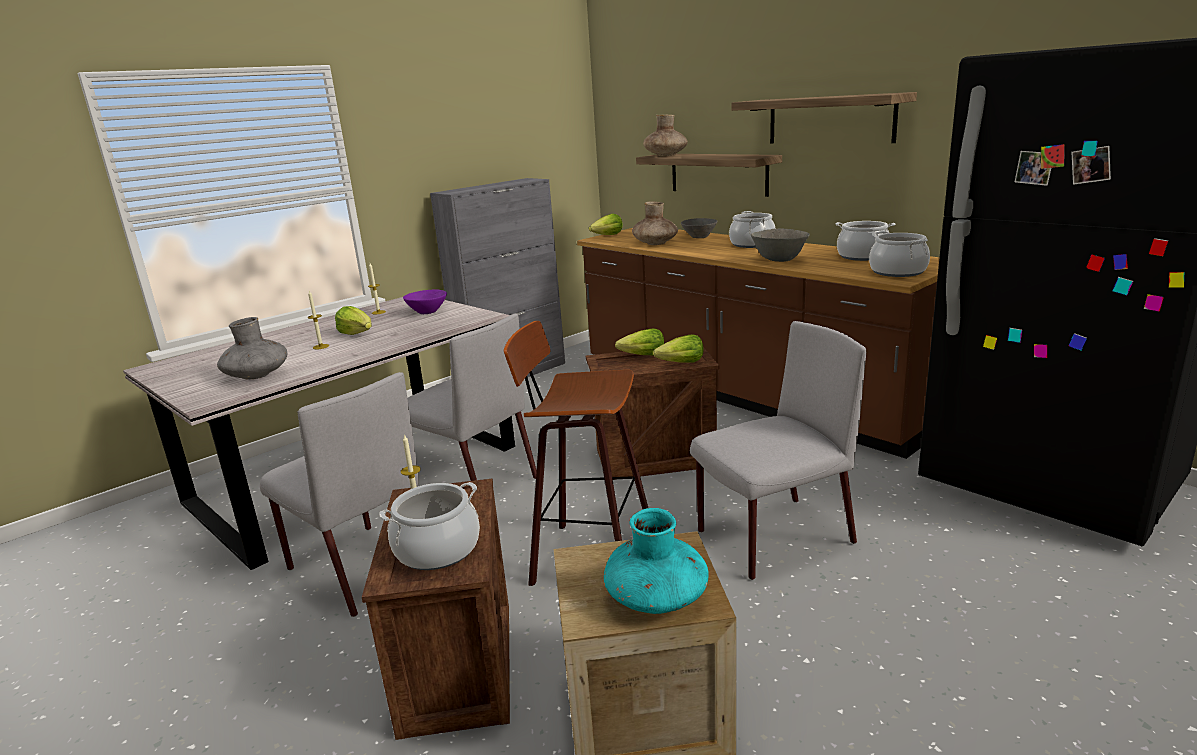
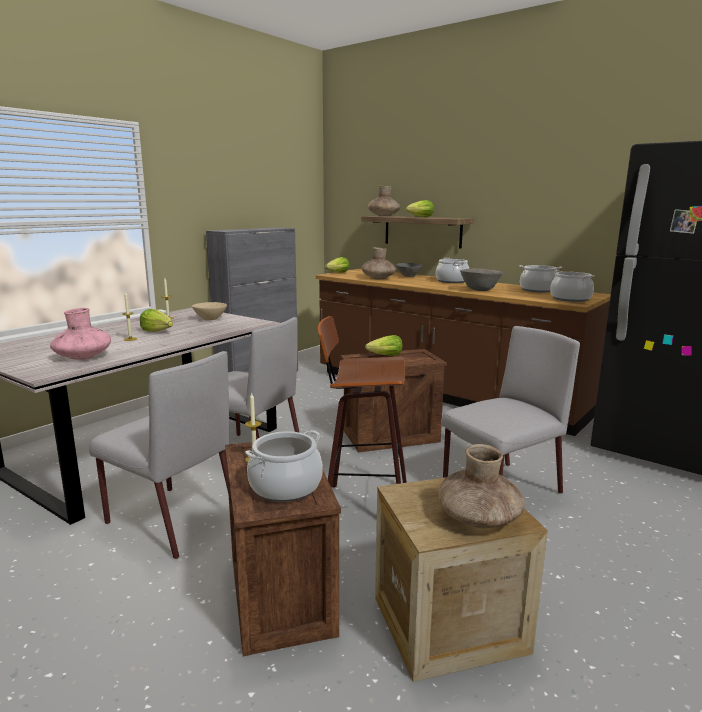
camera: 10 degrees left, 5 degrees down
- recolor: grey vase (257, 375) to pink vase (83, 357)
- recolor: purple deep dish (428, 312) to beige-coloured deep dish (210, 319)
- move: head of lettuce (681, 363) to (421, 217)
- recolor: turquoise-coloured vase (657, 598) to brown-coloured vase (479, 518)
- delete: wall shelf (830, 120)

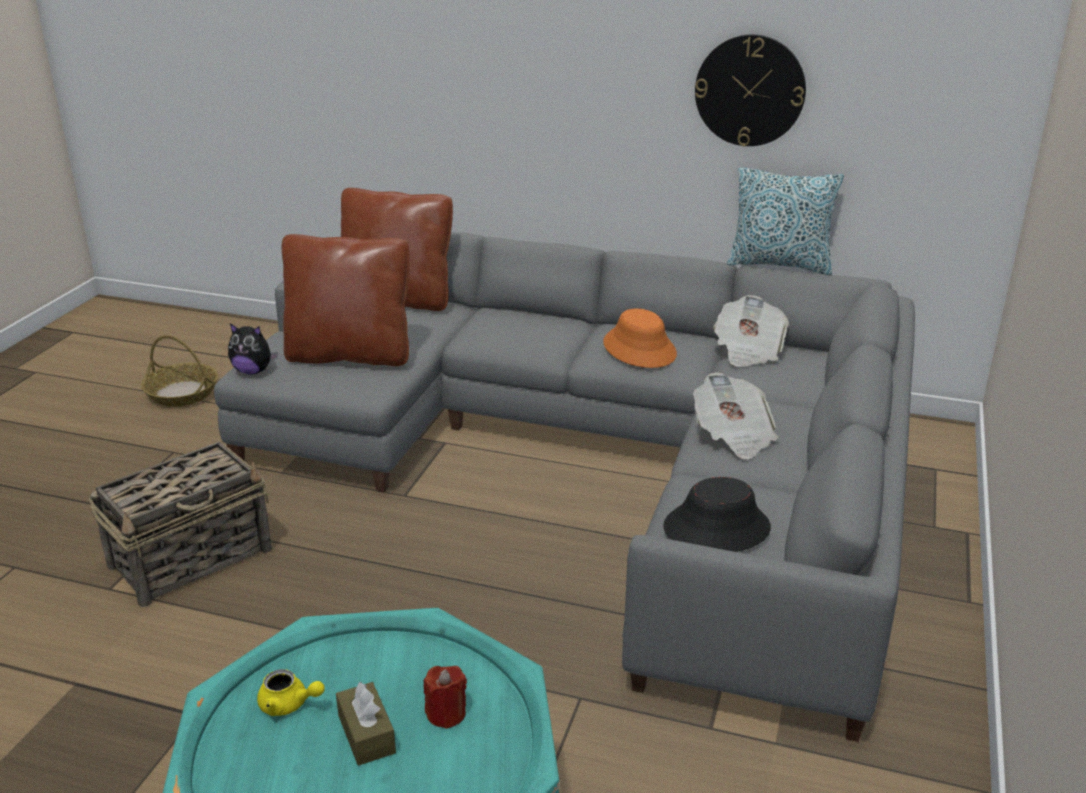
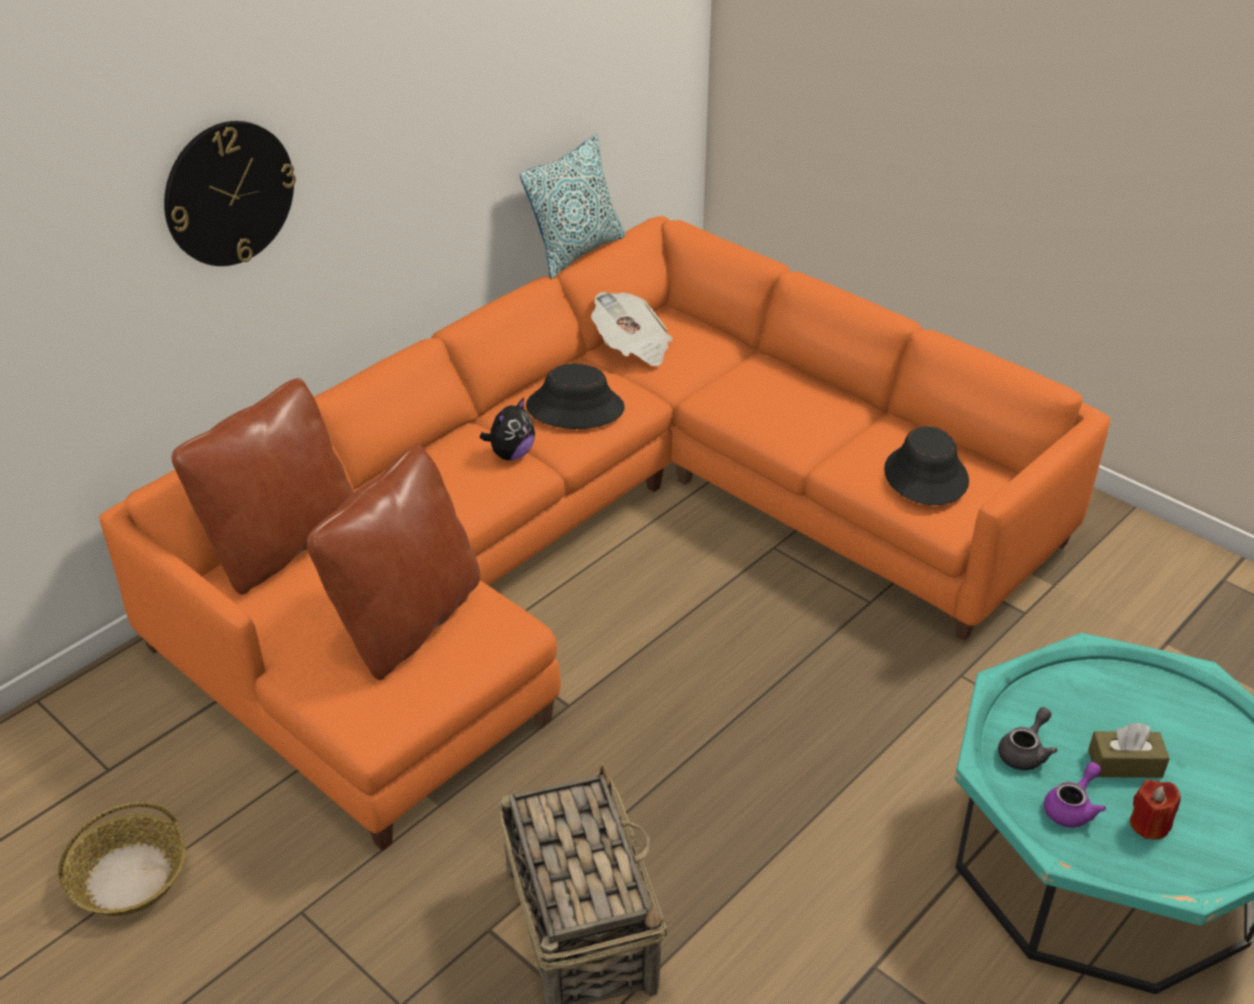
camera: 65 degrees left, 10 degrees up
- recolor: grey settee (601, 460) to orange-coloured settee (602, 537)
- move: wall clock (750, 90) to (229, 193)
- move: plush toy (253, 371) to (511, 454)
- recolor: orange-coloured wearable hat (640, 349) to blackish wearable hat (575, 407)
- insert: grey tea pot (1025, 752)
- recolor: yellow-coloured tea pot (289, 705) to purple tea pot (1072, 808)
- move: reddish wax candle (446, 713) to (1149, 824)
- delete: daily paper (733, 436)

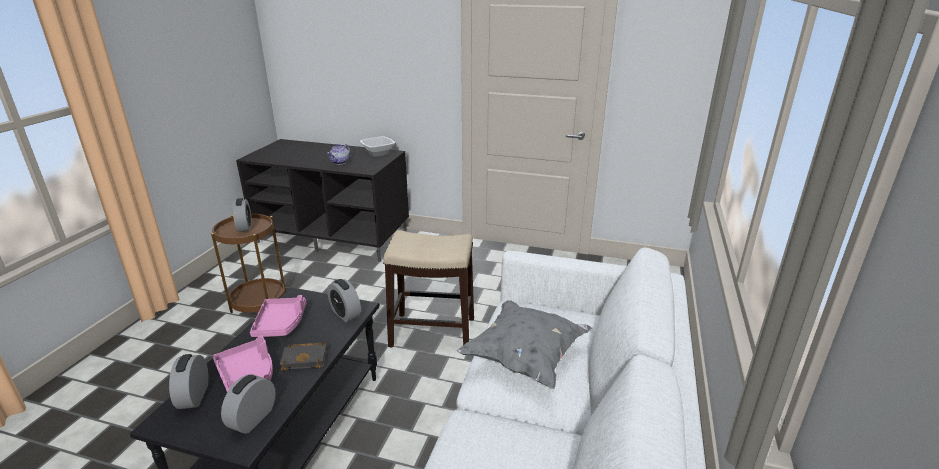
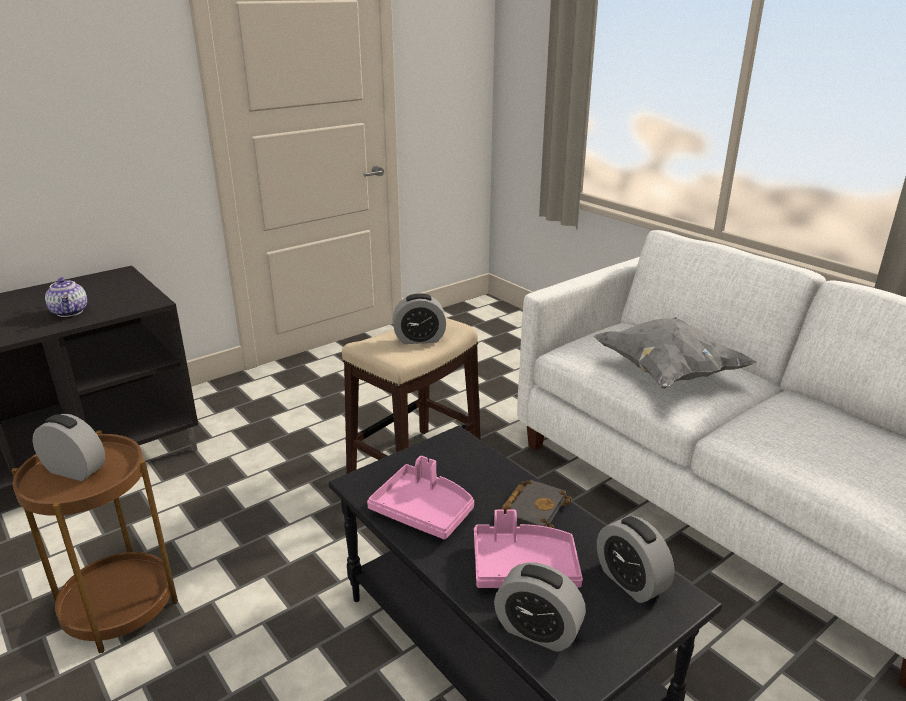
camera: 55 degrees left, 0 degrees up
- move: bedside clock (345, 314) to (419, 339)
- delete: deep dish (378, 153)

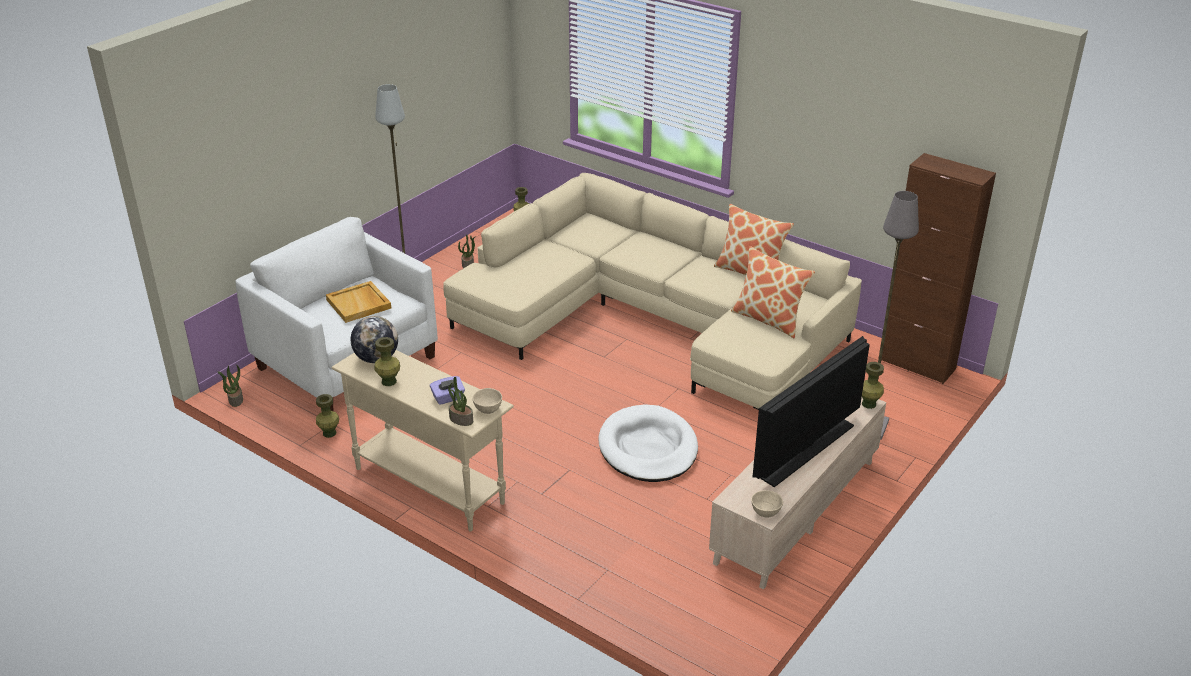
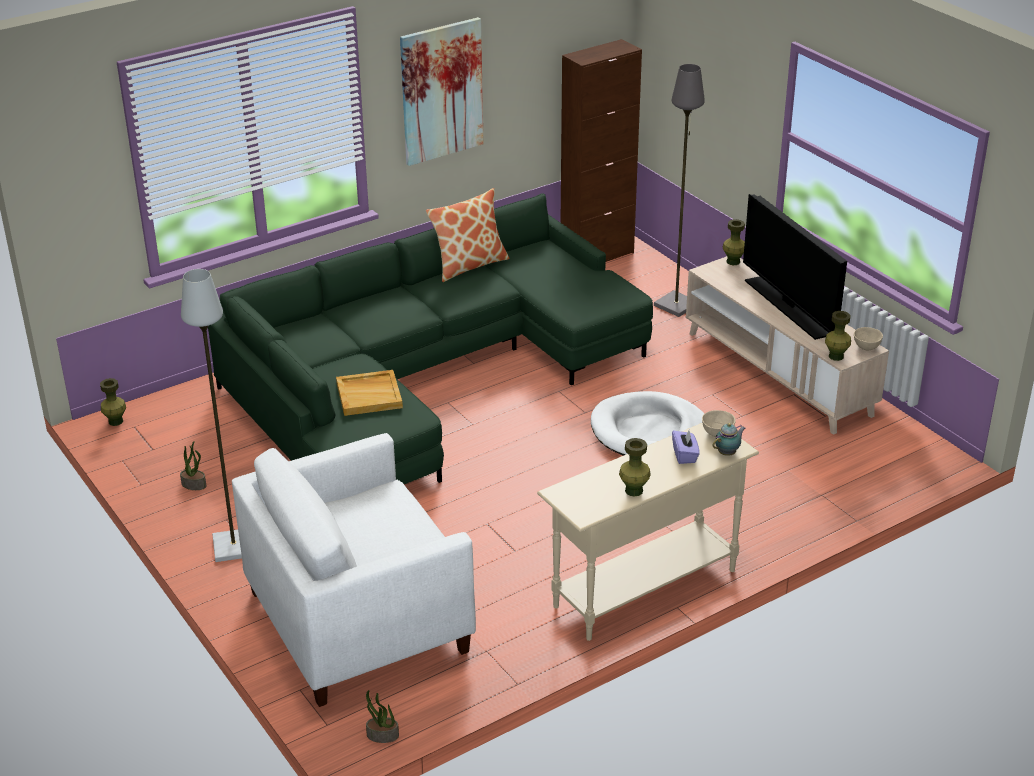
camera: 70 degrees left, 0 degrees up
- recolor: beige-coloured settee (653, 321) to green settee (424, 377)
- move: beige-coloured tray (359, 304) to (369, 395)
- insert: wall picture (441, 91)
- replace: plant in a pot (460, 419) to tea pot (728, 453)
- move: green vase (329, 433) to (836, 356)
- delete: desk globe (376, 359)
- delete: cushion (769, 319)

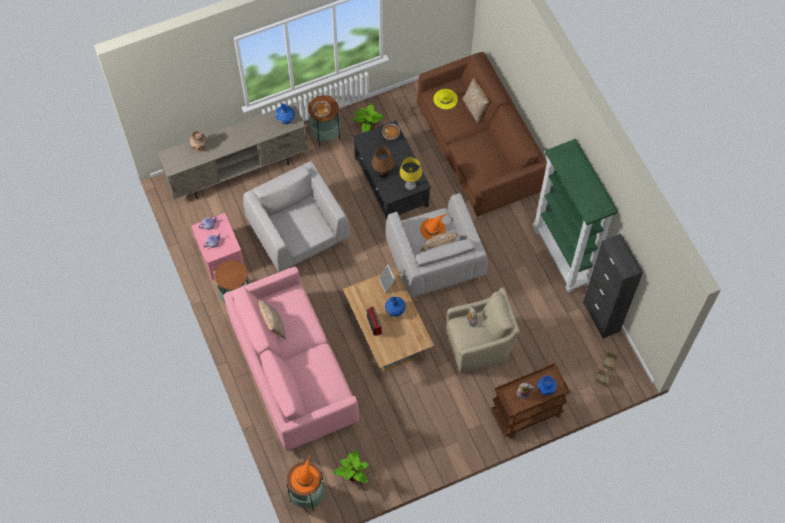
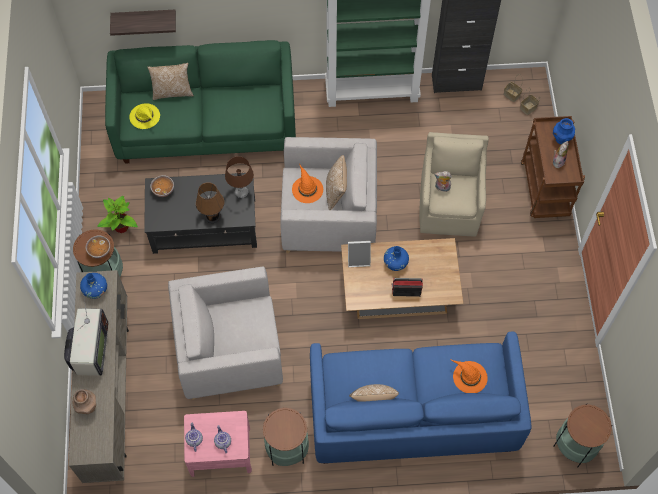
camera: 70 degrees left, 0 degrees up
- insert: TV (90, 350)
- recolor: brown-coloured settee (478, 151) to green settee (206, 124)
- insert: wall shelf (144, 18)
- recolor: yellow-coloured lamp for a table (410, 185) to brown-coloured lamp for a table (241, 192)
- recolor: pink settee (293, 371) to blue settee (412, 413)
- move: orange-coloured wearable hat (305, 478) to (469, 377)
- delete: plant in a pot (353, 475)

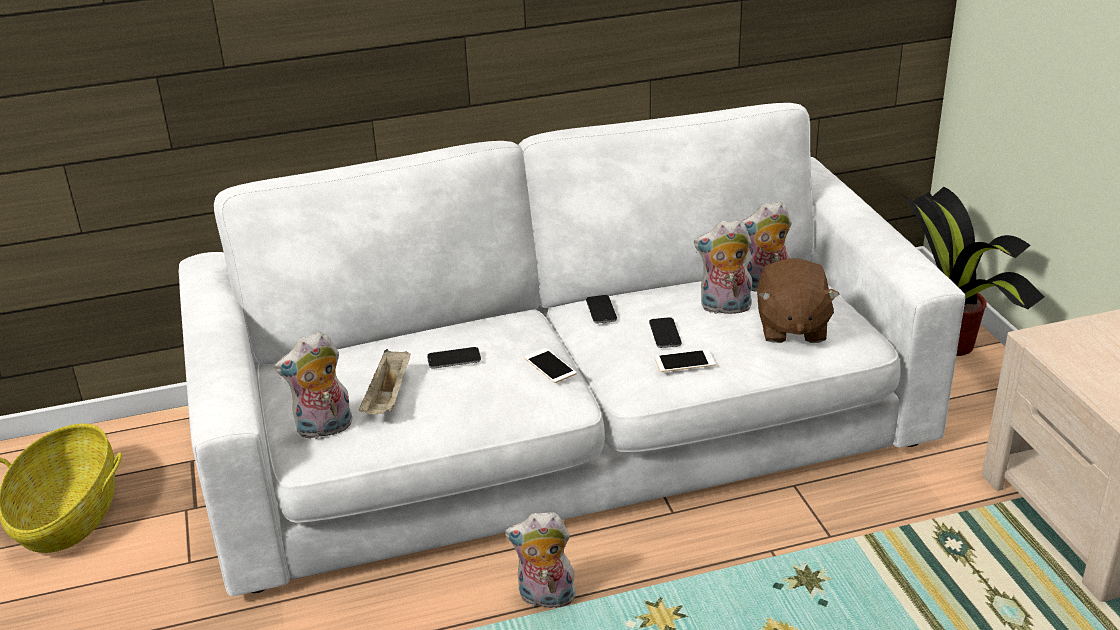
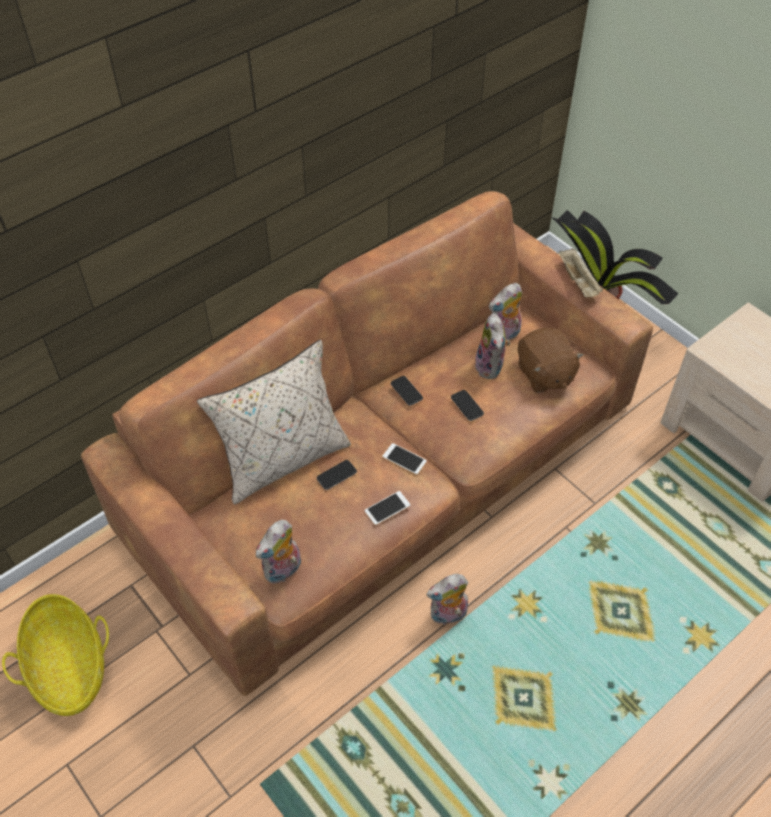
camera: 25 degrees left, 20 degrees up
- recolor: white-coloured settee (564, 430) to brown-coloured settee (384, 468)
- insert: beige-coloured cushion (282, 459)
- move: handset (684, 361) to (387, 508)
- rotate: plush toy (724, 308) = (491, 367) 75 degrees counterclockwise
- move: beige-coloured tray (388, 398) to (578, 282)

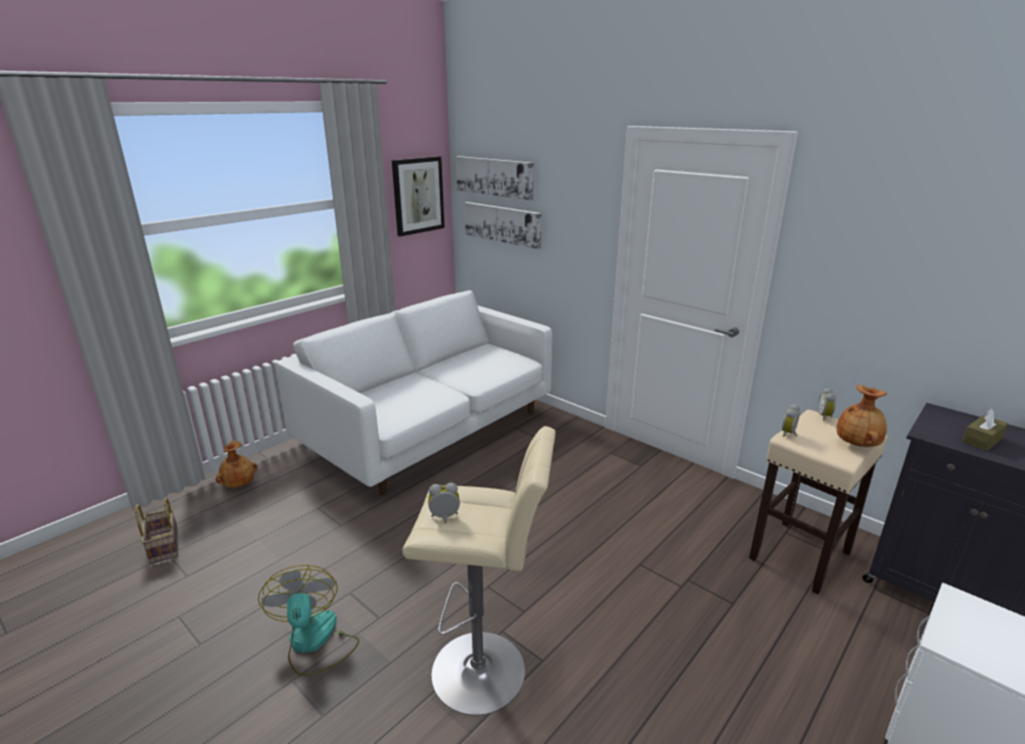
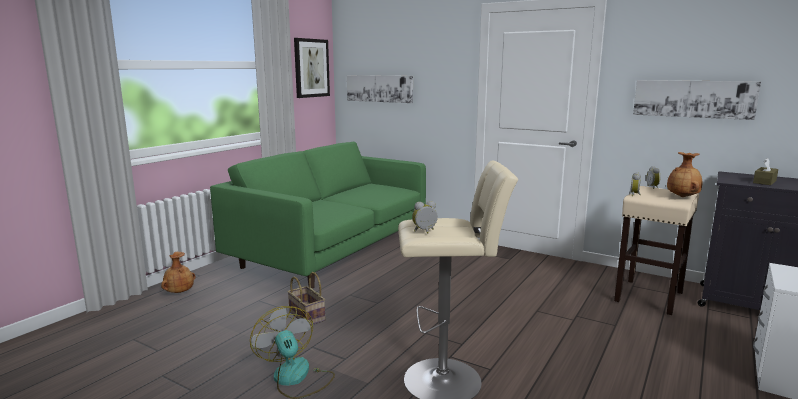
camera: 10 degrees left, 10 degrees down
- recolor: white-coloured settee (430, 431) to green settee (332, 251)
- move: household basket (163, 546) to (305, 316)
- move: wall picture (494, 177) to (693, 98)

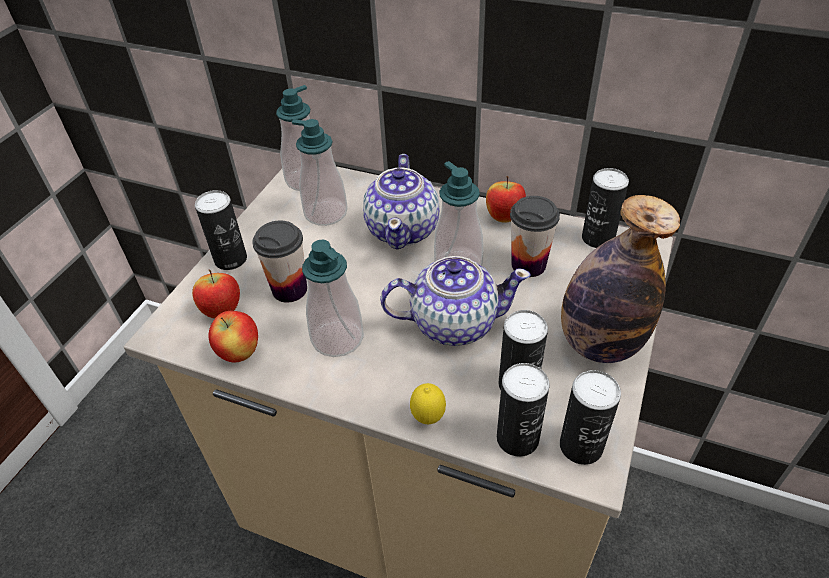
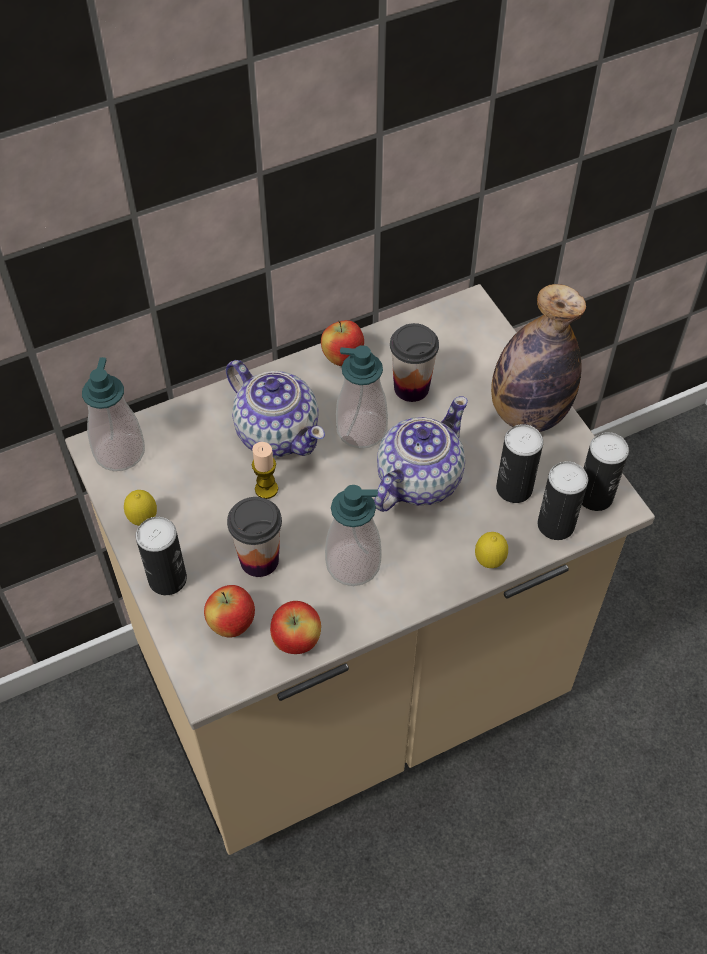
camera: 50 degrees left, 10 degrees up
- insert: citrus fruit (143, 520)
- insert: wax candle (266, 489)
- delete: soap bottle (326, 213)
- delete: metal can (598, 238)

